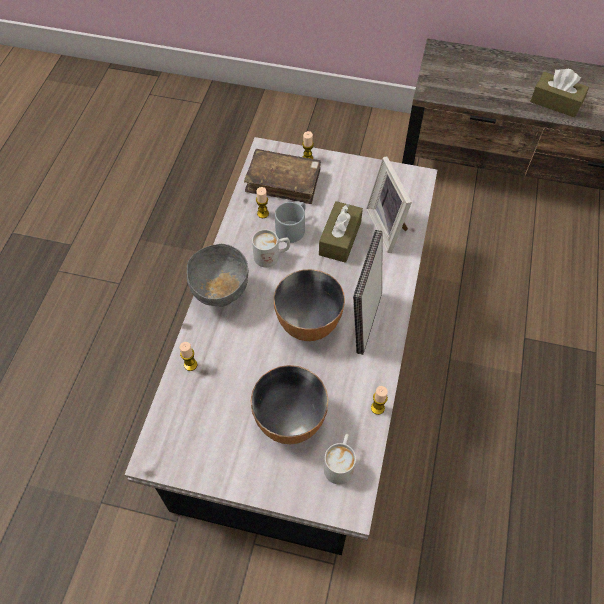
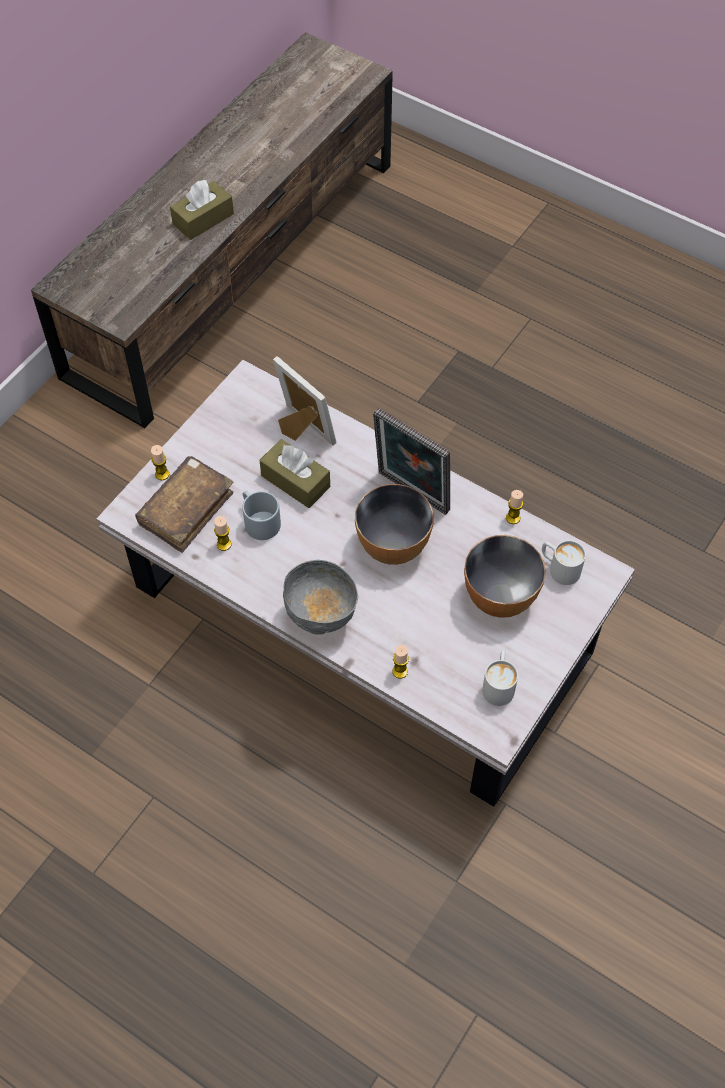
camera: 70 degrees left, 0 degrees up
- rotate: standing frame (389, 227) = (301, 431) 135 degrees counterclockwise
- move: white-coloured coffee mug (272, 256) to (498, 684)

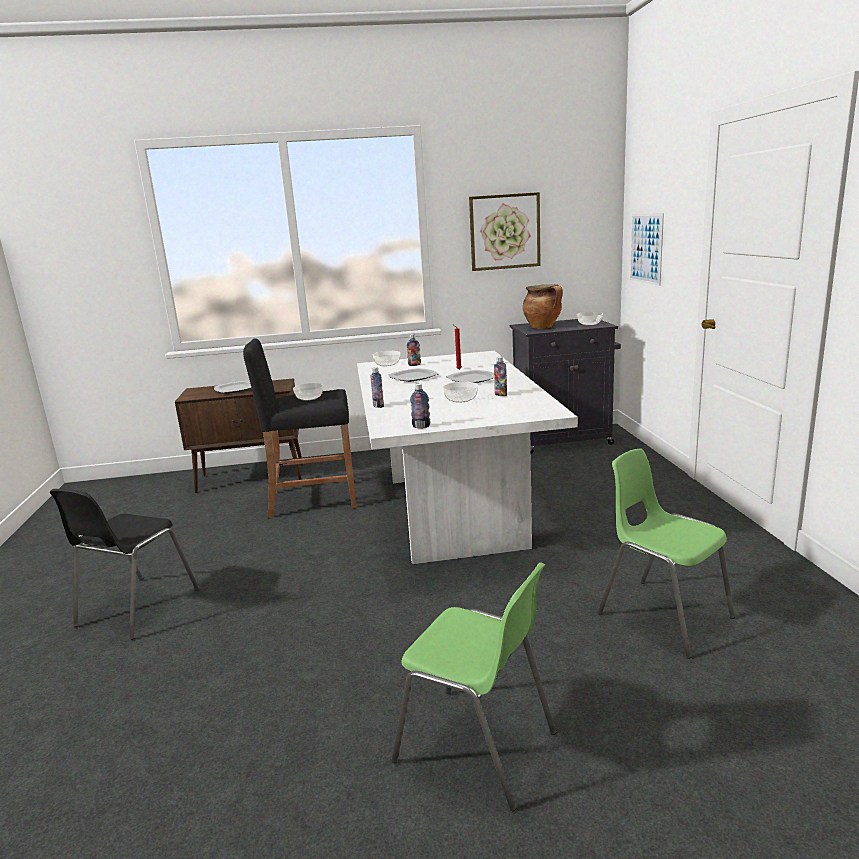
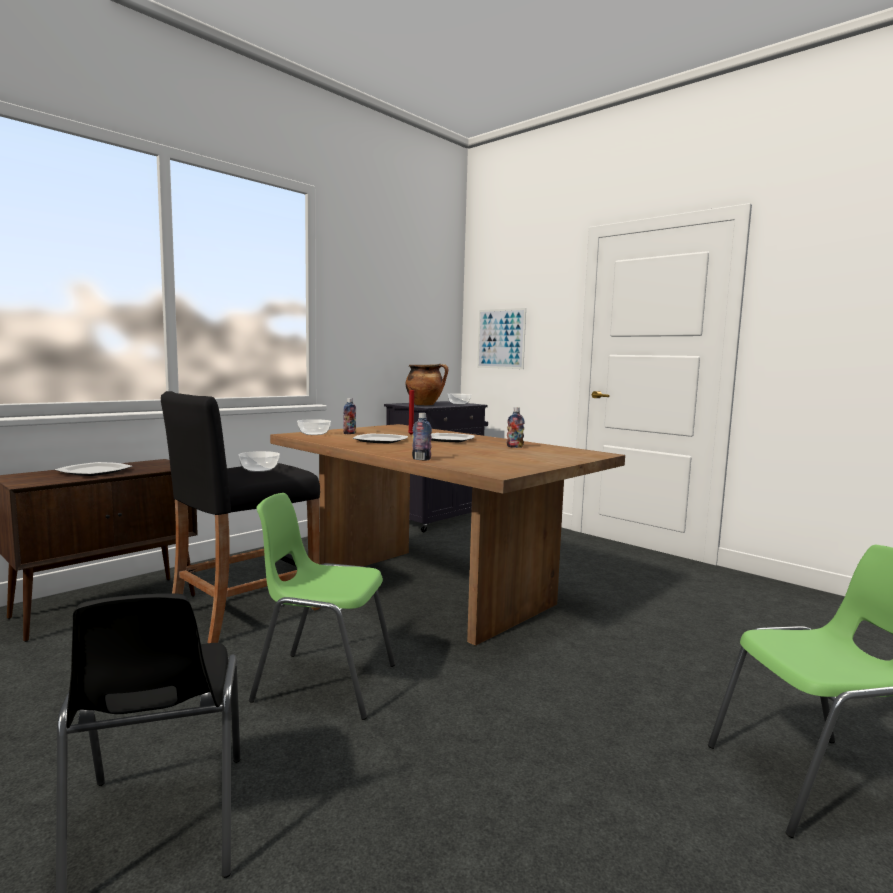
camera: 40 degrees left, 10 degrees down
- move: green chair (663, 615) to (324, 683)
- recolor: white-coloured dining table (452, 510) to brown-coloured dining table (430, 589)
- delete: bottle (421, 426)
- delete: deep dish (460, 399)
- delete: wall picture (504, 232)

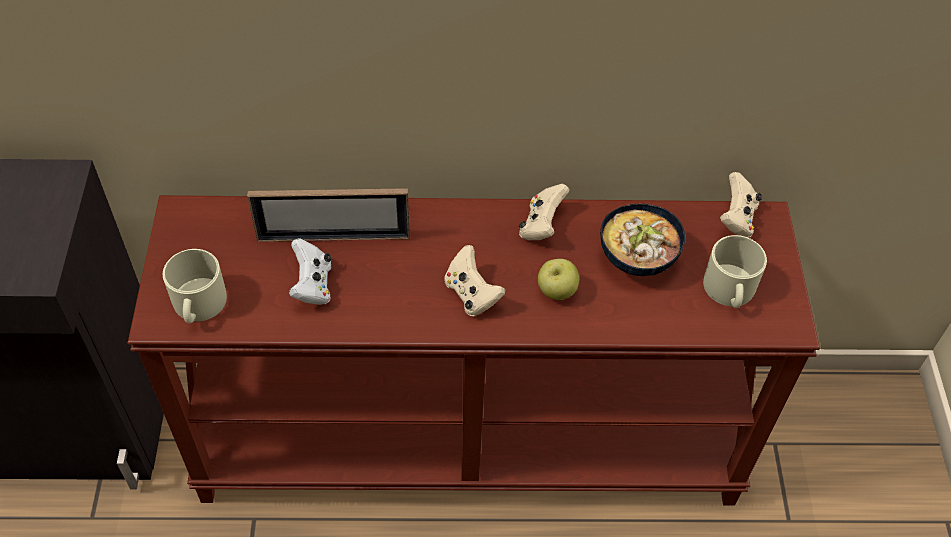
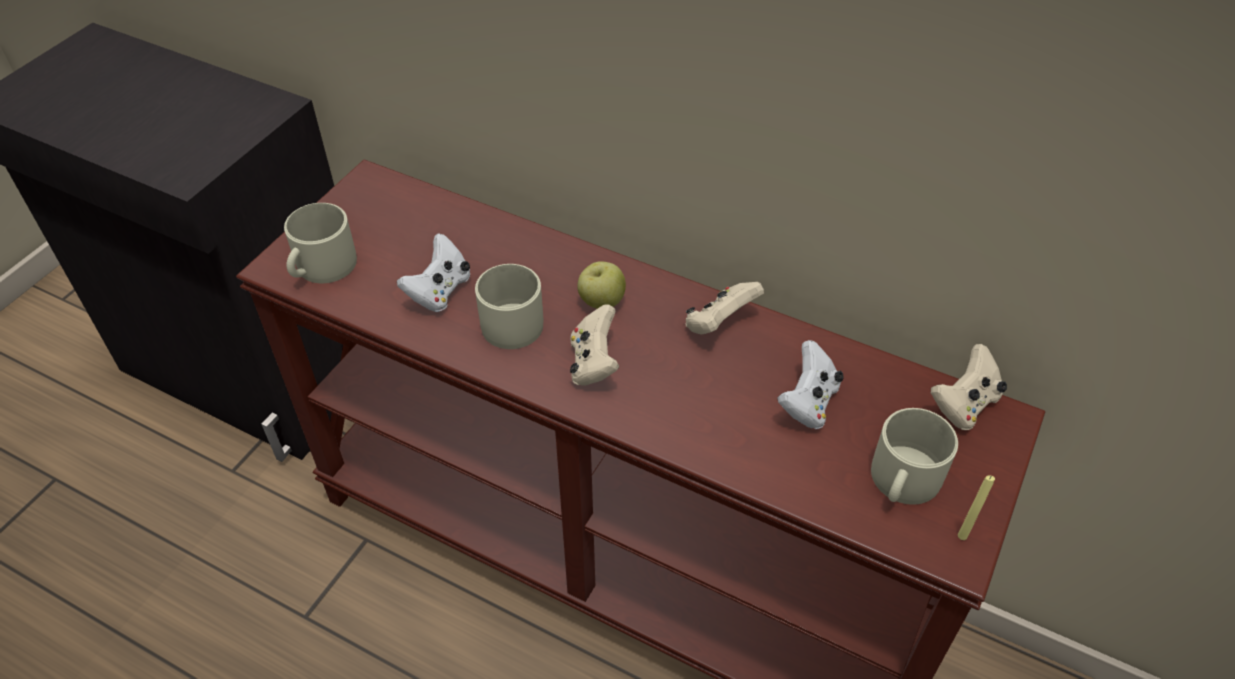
camera: 30 degrees right, 5 degrees down
- insert: beige-coloured coffee mug (507, 320)
- move: whole apple (556, 291) to (601, 302)
- replace: deep dish (638, 260) to white-coloured game controller (808, 403)
- insert: yellow-coloured wax candle (962, 536)
- delete: standing frame (333, 237)

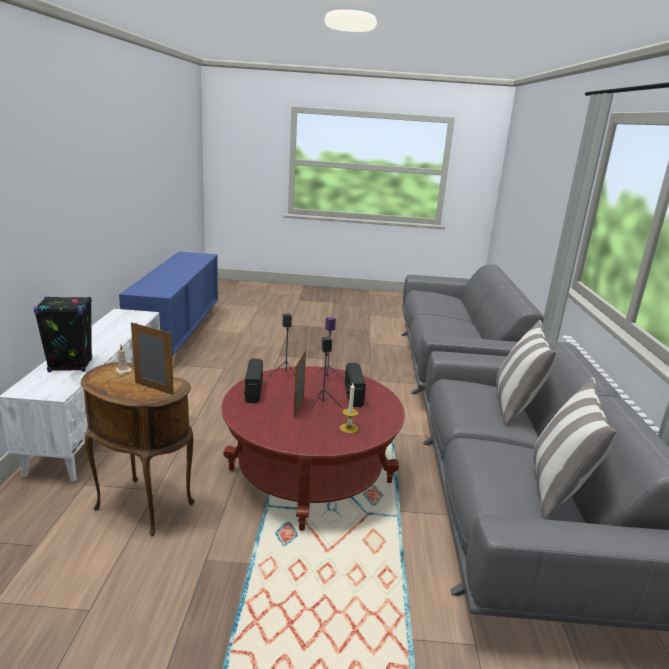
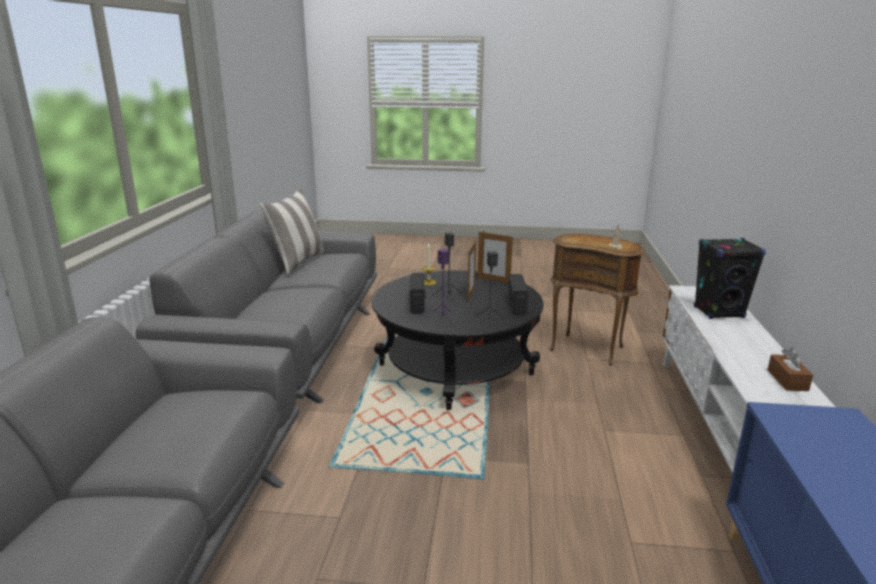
camera: 175 degrees left, 0 degrees up
- recolor: reddish coffee table (310, 476) to blackish coffee table (455, 369)
- move: standing frame (154, 388) to (493, 280)
- insert: brown-coloured box of tissues (787, 380)
- delete: cushion (515, 407)

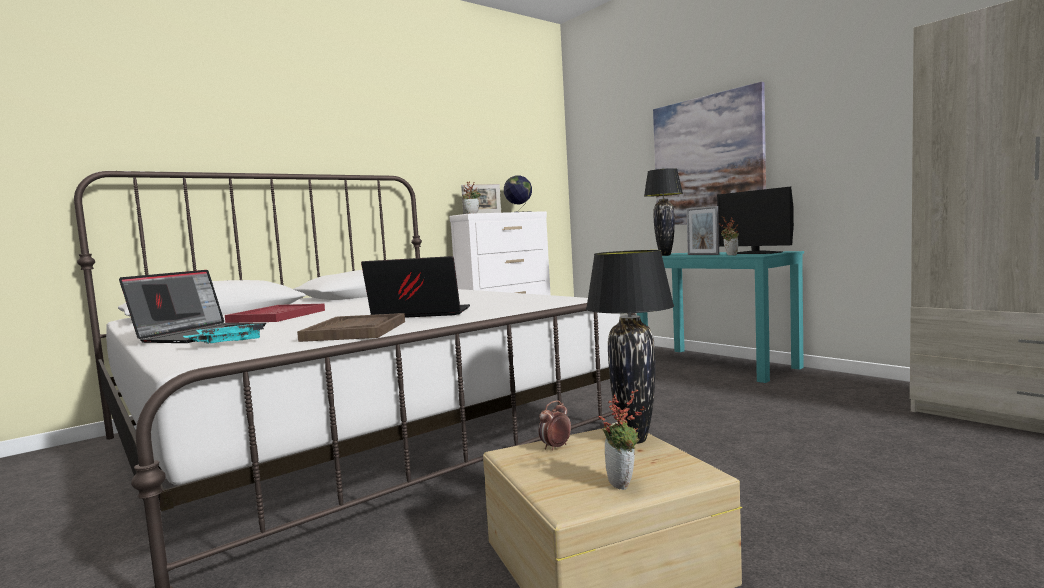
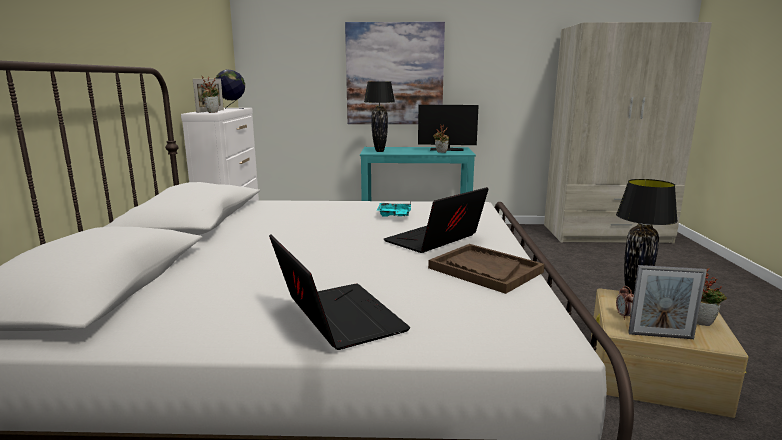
camera: 50 degrees left, 10 degrees up
- move: turquoise-coloured tray (227, 343) to (394, 215)
- move: standing frame (703, 254) to (660, 336)
- delete: reddish tray (277, 316)

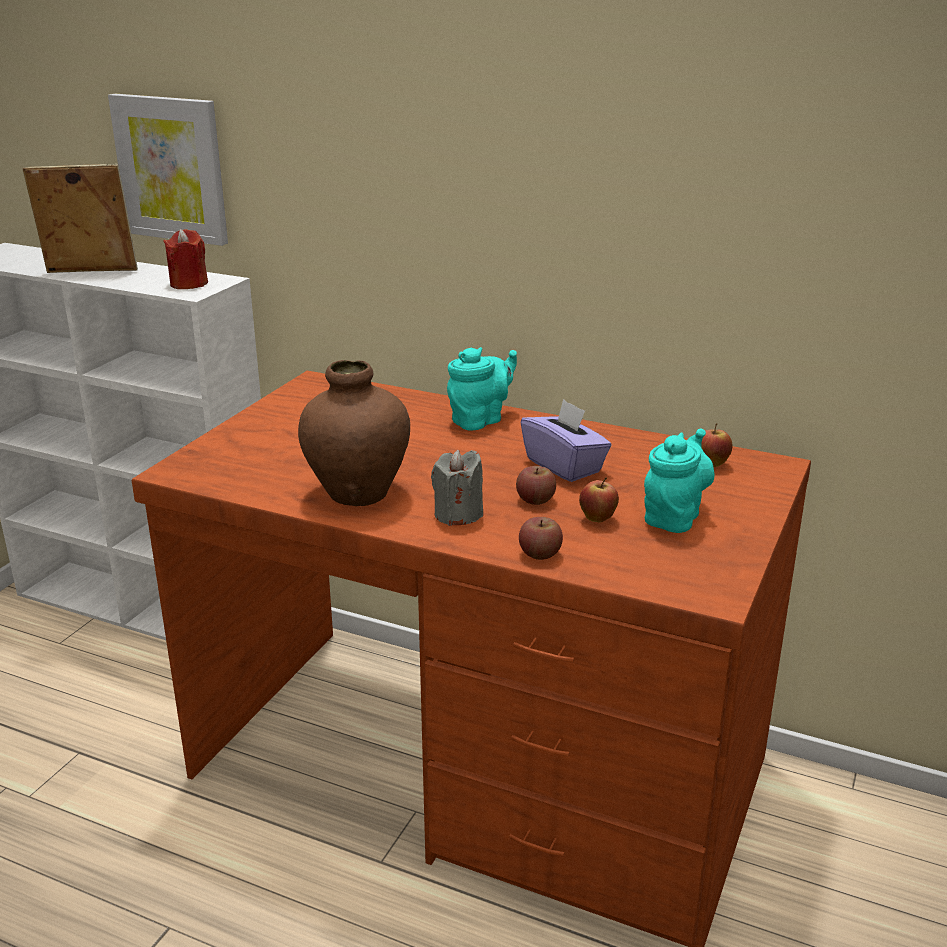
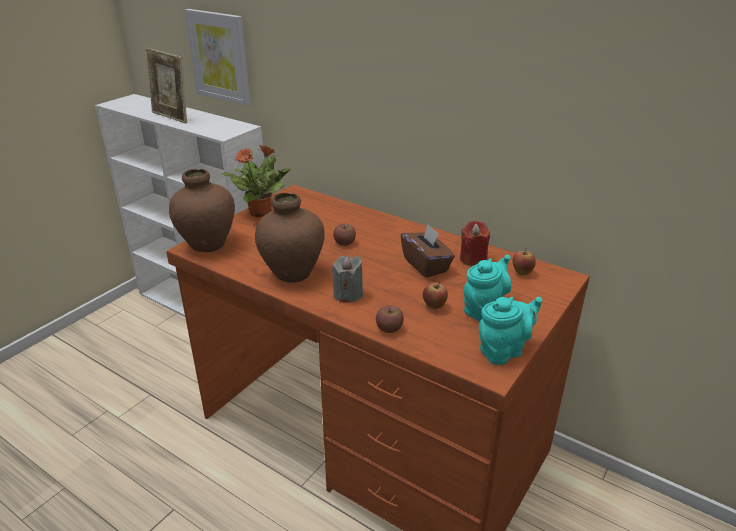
camera: 10 degrees right, 5 degrees up
- rotate: standing frame (90, 273) = (171, 117) 150 degrees counterclockwise
- insert: brown-coloured vase (208, 244)
- insert: plant in a pot (261, 212)
- move: whole apple (535, 500) to (344, 243)
- recolor: purple box of tissues (564, 466) to brown-coloured box of tissues (426, 265)
- move: reddish wax candle (189, 284) to (473, 259)
- move: turquoise-coloured tea pot (480, 420) to (504, 351)

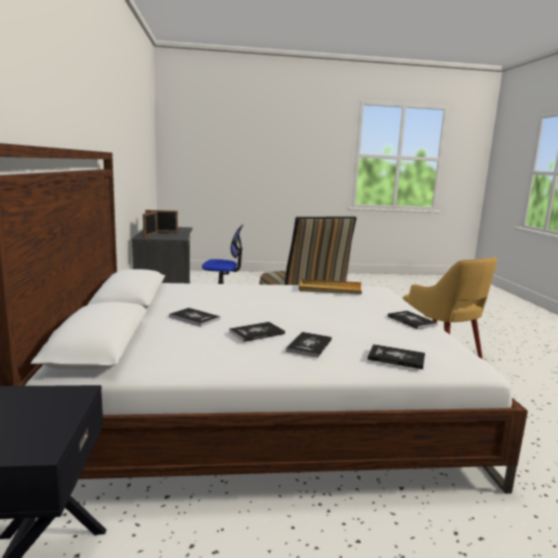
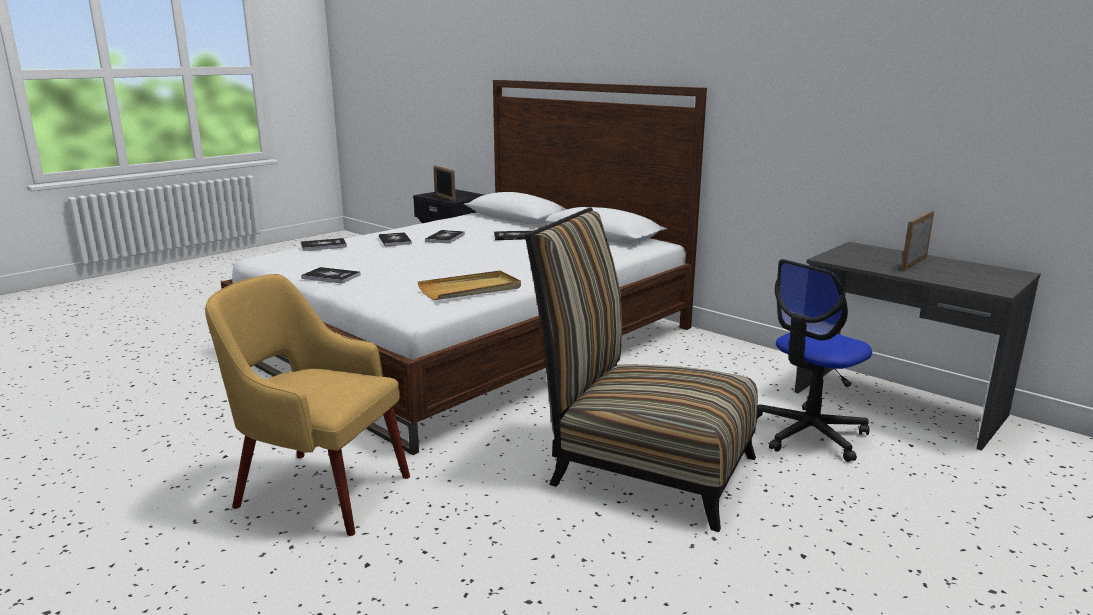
camera: 140 degrees right, 5 degrees up
- move: standing frame (150, 235) to (444, 198)

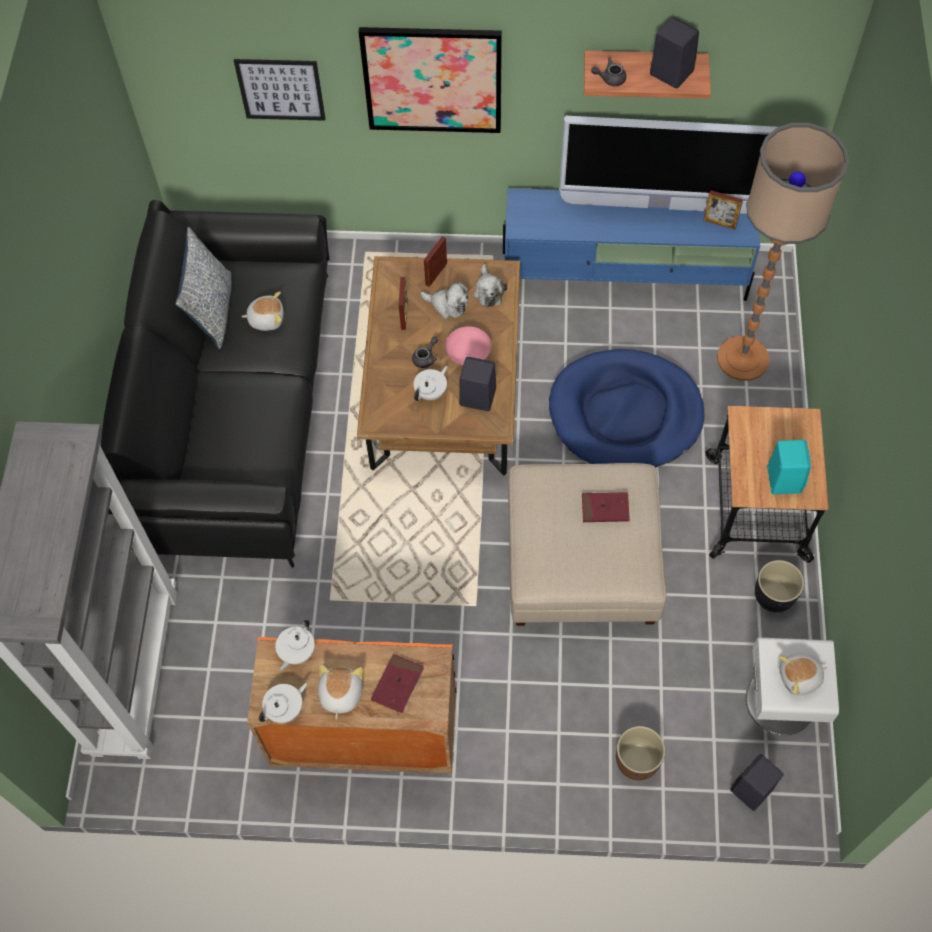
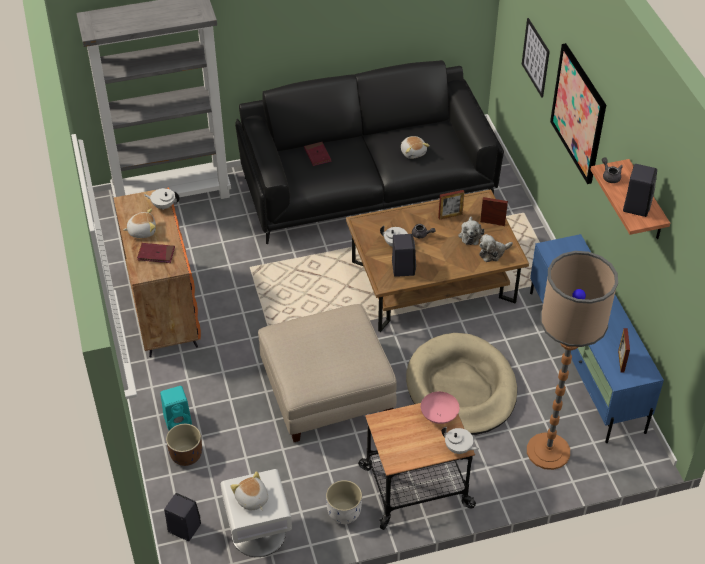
camera: 70 degrees right, 15 degrees down
- move: turquoise-coloured loudspeaker (783, 478) to (178, 420)
- move: reddish book (605, 508) to (317, 155)
- recolor: blackish flower pot (774, 595) to white-coloured flower pot (344, 512)
- recolor: blue pet bed (625, 413) to beige-coloured pet bed (461, 388)
- move: pink deep dish (469, 355) to (439, 416)
- move: white-coloured tea pot (285, 709) to (458, 448)
- delete: cushion (212, 310)
- delete: TV (658, 206)

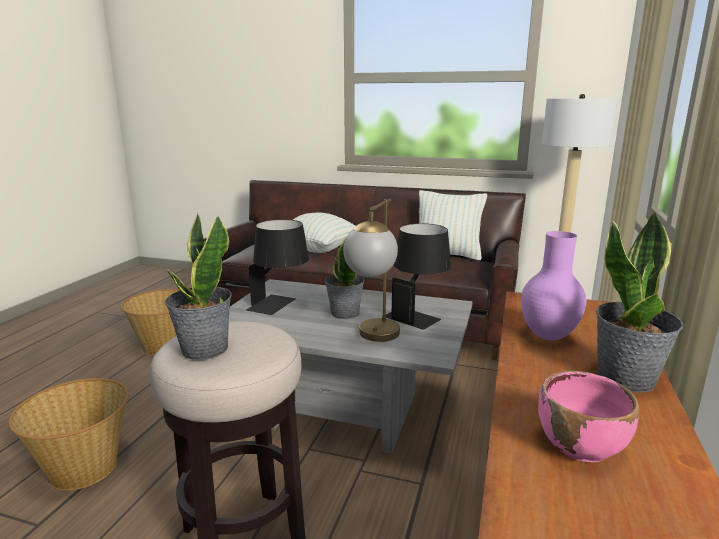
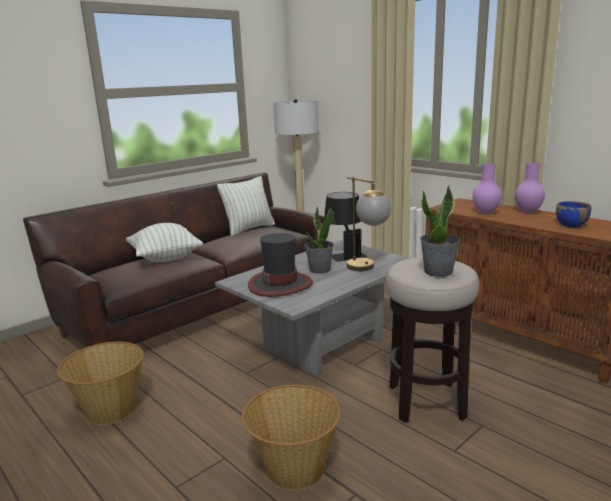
camera: 60 degrees left, 0 degrees up
- replace: blackish lamp for a table (280, 305) to wearable hat (280, 284)
- replace: plant in a pot (627, 378) to purple vase (528, 212)
- recolor: pink deep dish (581, 445) to blue deep dish (571, 225)

